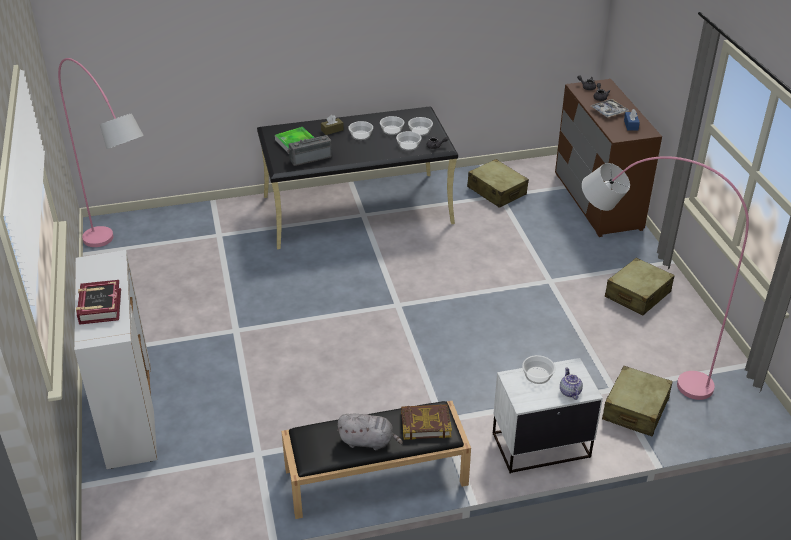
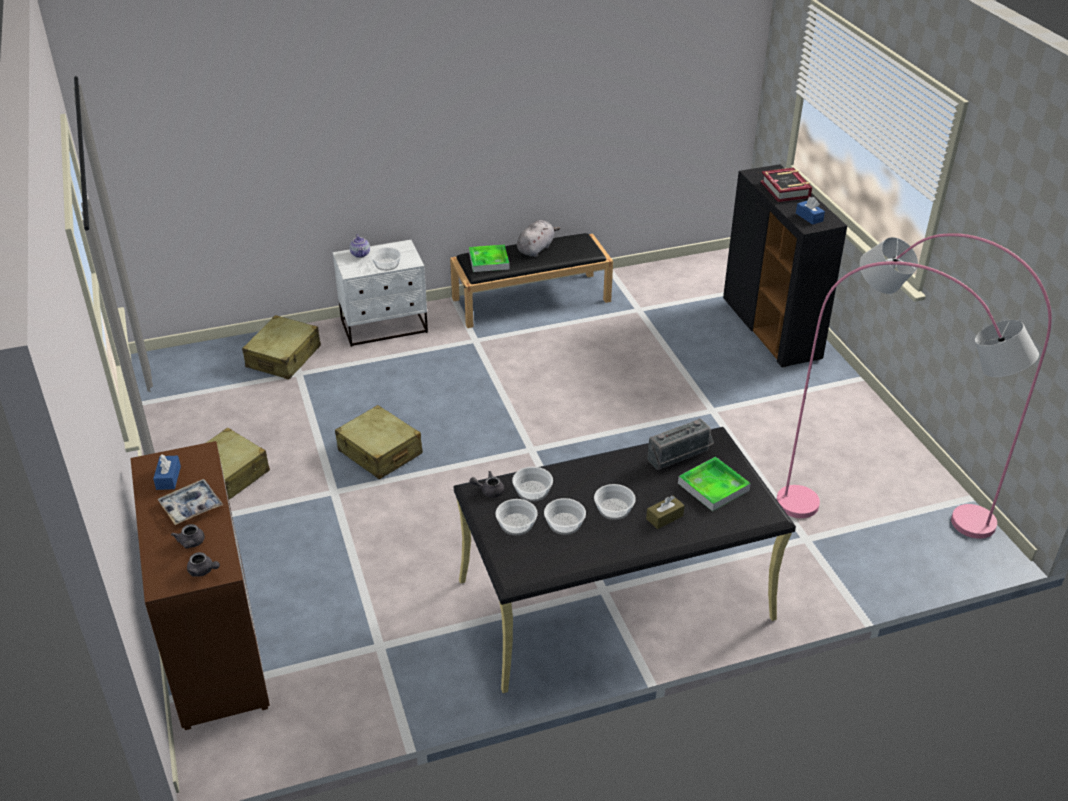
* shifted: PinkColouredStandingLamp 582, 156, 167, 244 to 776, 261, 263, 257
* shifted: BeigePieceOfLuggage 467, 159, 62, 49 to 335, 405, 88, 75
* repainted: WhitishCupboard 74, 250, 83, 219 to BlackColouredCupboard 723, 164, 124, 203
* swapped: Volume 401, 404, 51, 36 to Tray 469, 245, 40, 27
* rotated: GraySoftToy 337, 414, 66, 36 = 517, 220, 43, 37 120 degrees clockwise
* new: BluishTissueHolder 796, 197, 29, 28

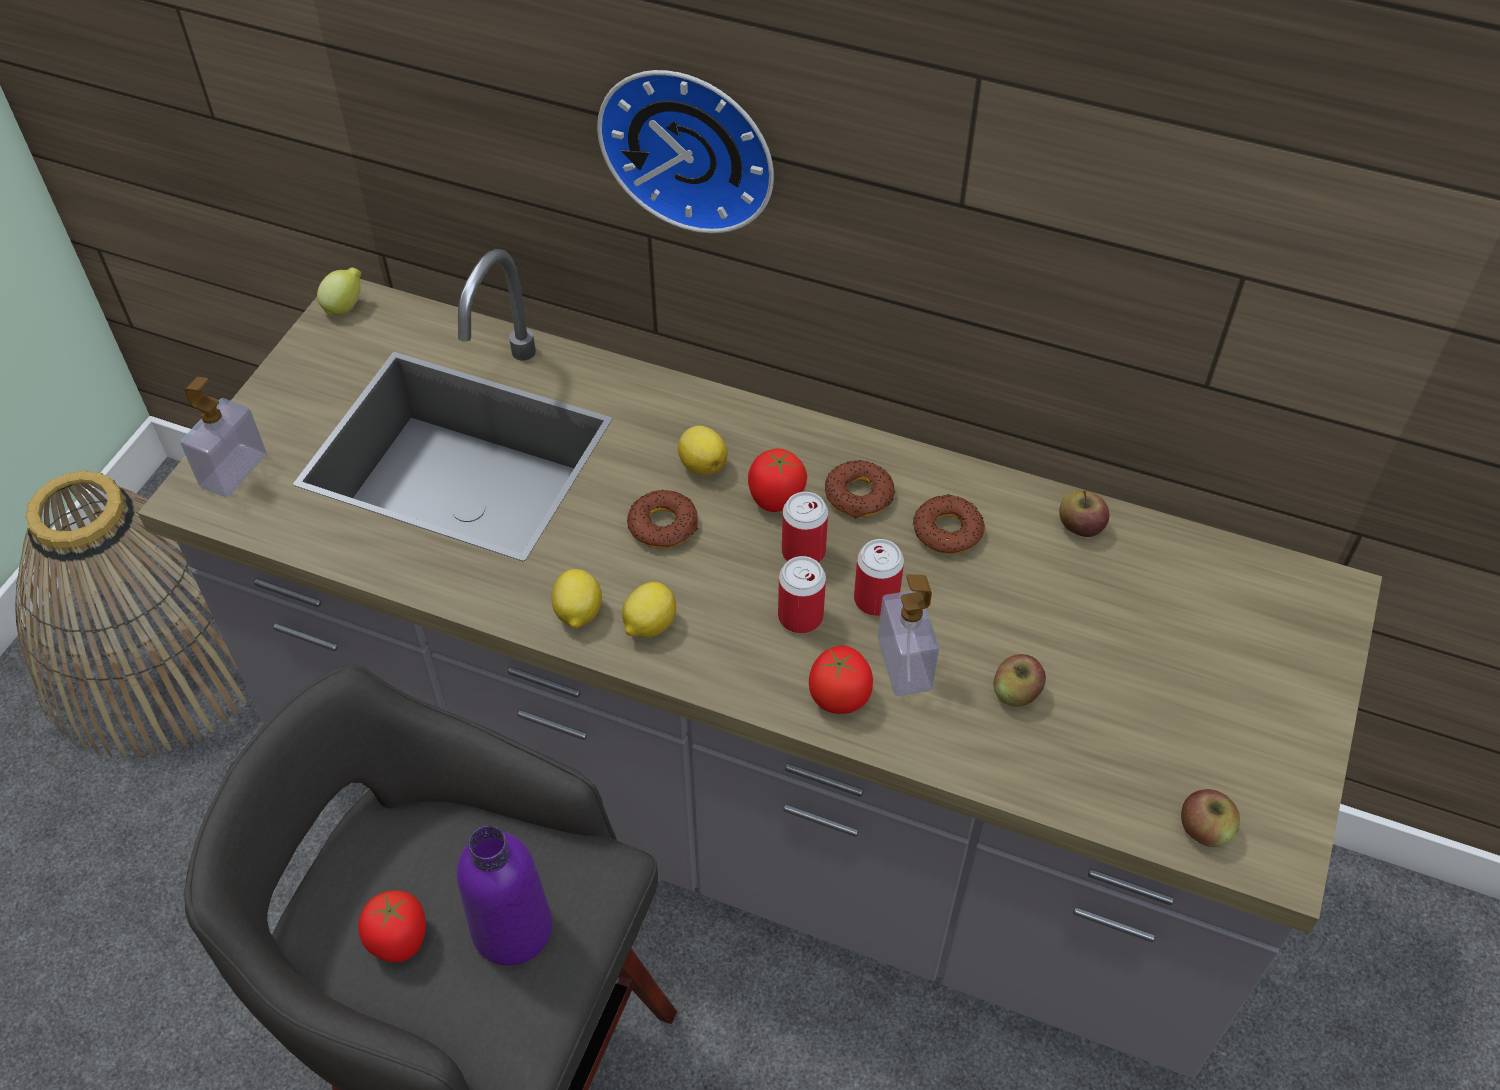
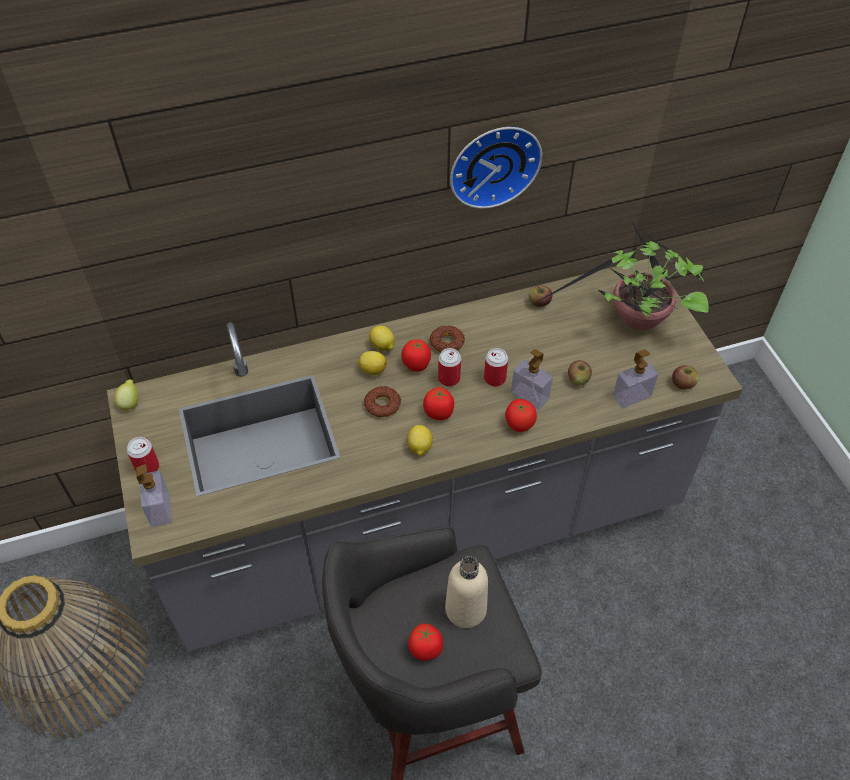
* shifted: WallClock 597, 70, 177, 163 to 450, 127, 92, 82
* gone: Doughnut 913, 494, 72, 60
* shifted: MetalCan 778, 556, 48, 77 to 127, 437, 32, 36
* shifted: Lemon 552, 569, 50, 60 to 369, 325, 26, 26
* repainted: PurpleColouredBottle 456, 826, 97, 140 to BeigeBottle 445, 556, 43, 72
* new: PlantInAPot 533, 221, 176, 109
* new: LiquidSoapBottle 613, 349, 45, 59
* new: FreshTomato 423, 387, 31, 33

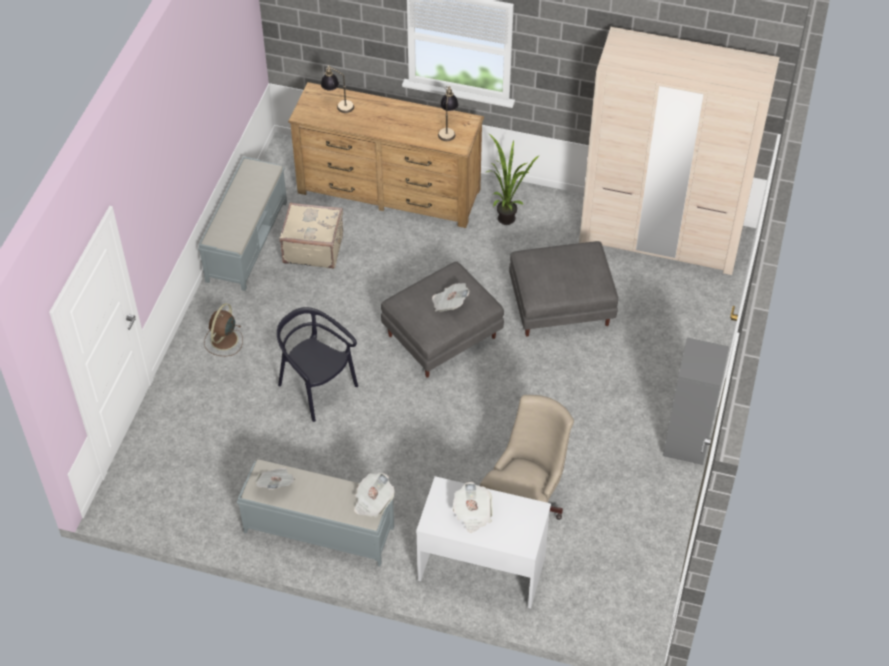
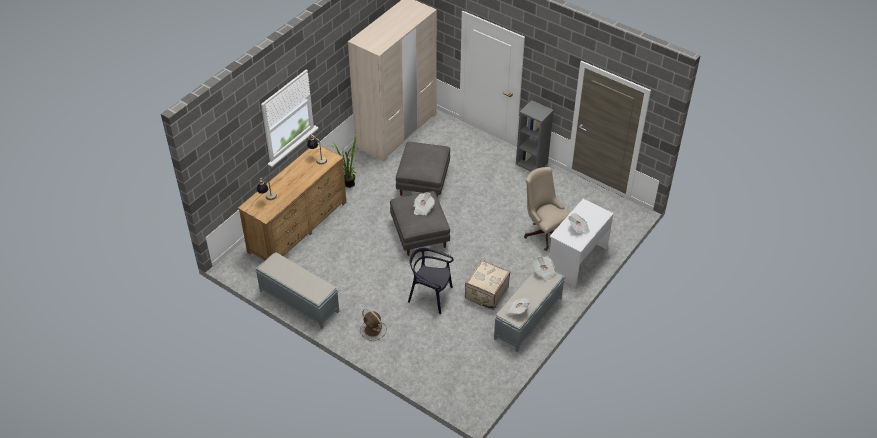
* shifted: BeigePieceOfLuggage 279, 202, 64, 67 to 465, 260, 45, 50
* rotated: BlackColouredUprightChair 277, 307, 81, 115 = 408, 248, 46, 66 45 degrees clockwise

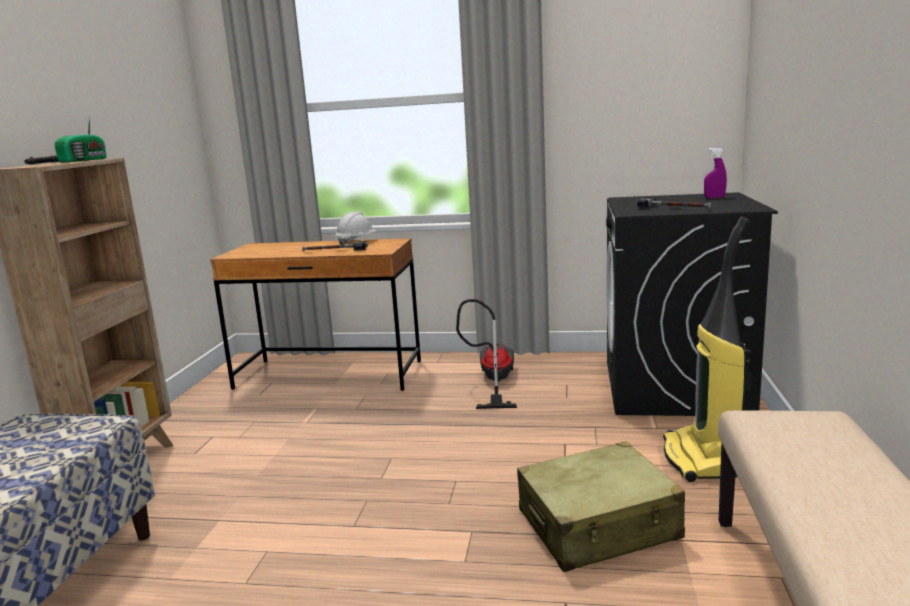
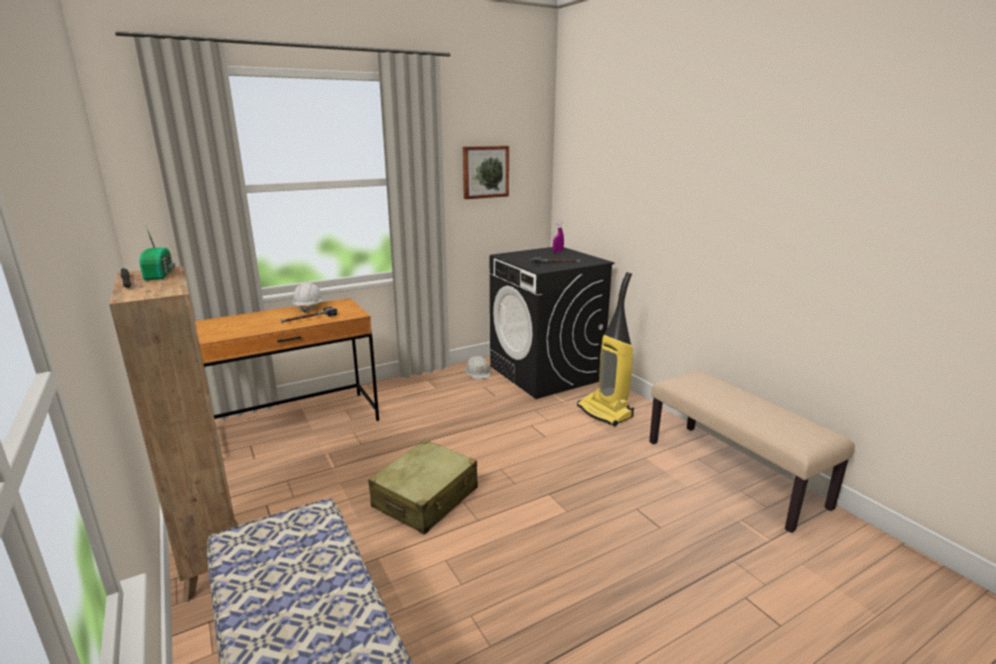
* gone: VacuumCleaner 456, 299, 61, 110
* shifted: BeigePieceOfLuggage 517, 441, 168, 131 to 368, 439, 110, 96
* new: WallPicture 463, 146, 46, 53
* new: WhitishHardHat 465, 356, 25, 23

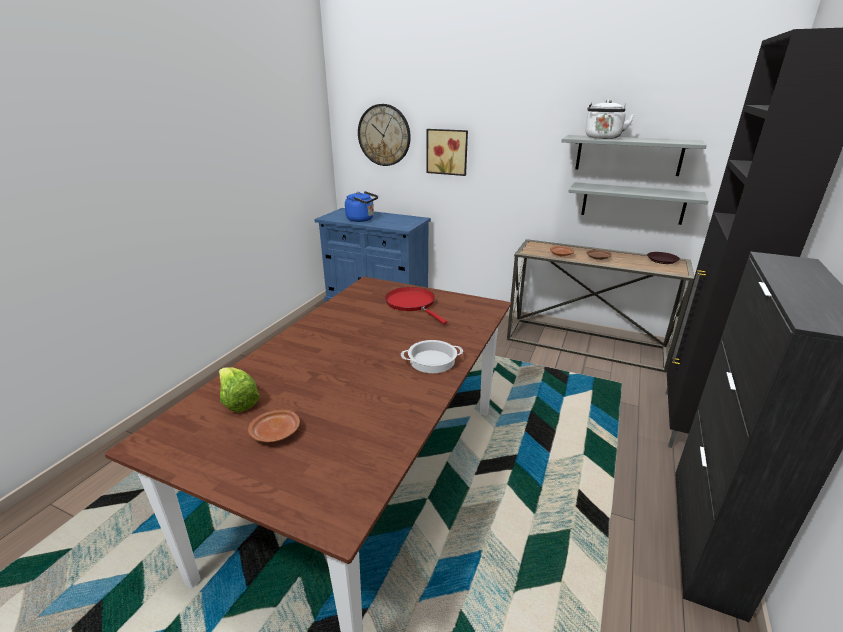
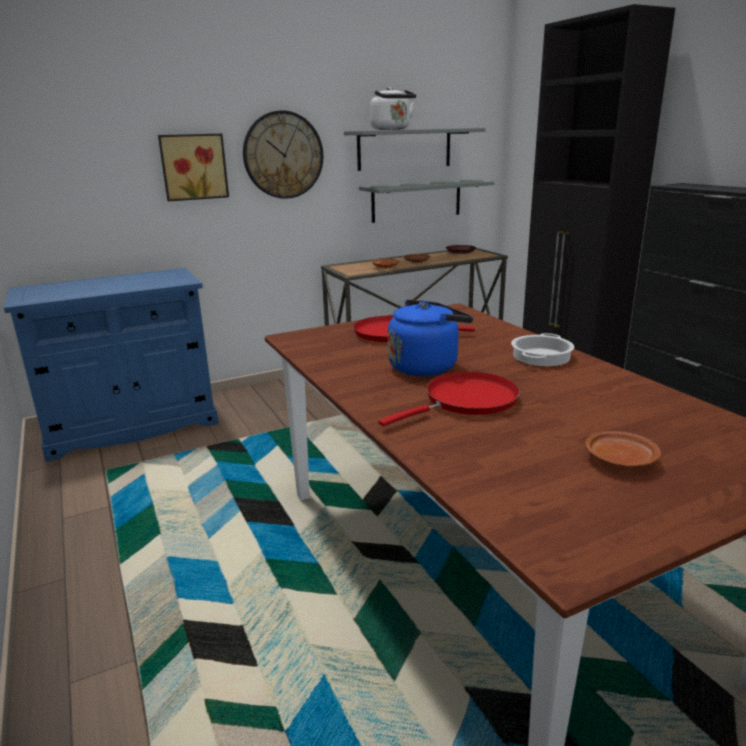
* shifted: WallClock 358, 104, 53, 62 to 243, 110, 80, 89
* shifted: BluishKettle 345, 191, 33, 31 to 388, 299, 85, 77
* gone: HeadOfLettuce 219, 367, 41, 45
* new: RedPan 378, 371, 142, 55

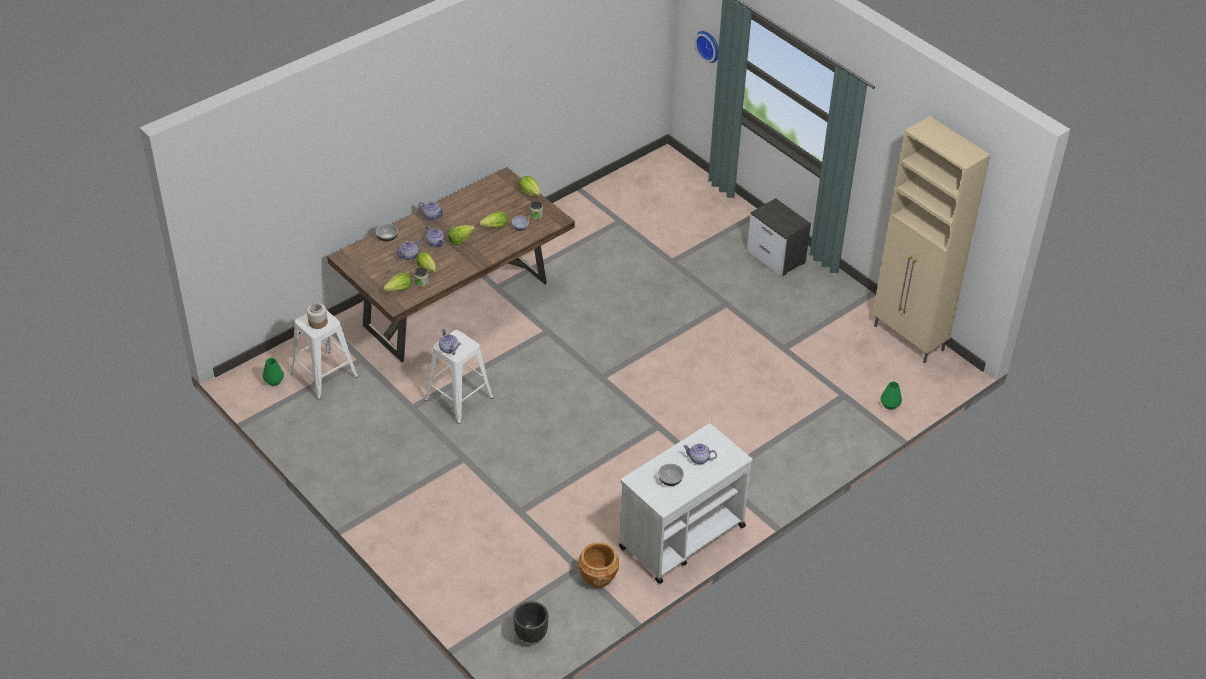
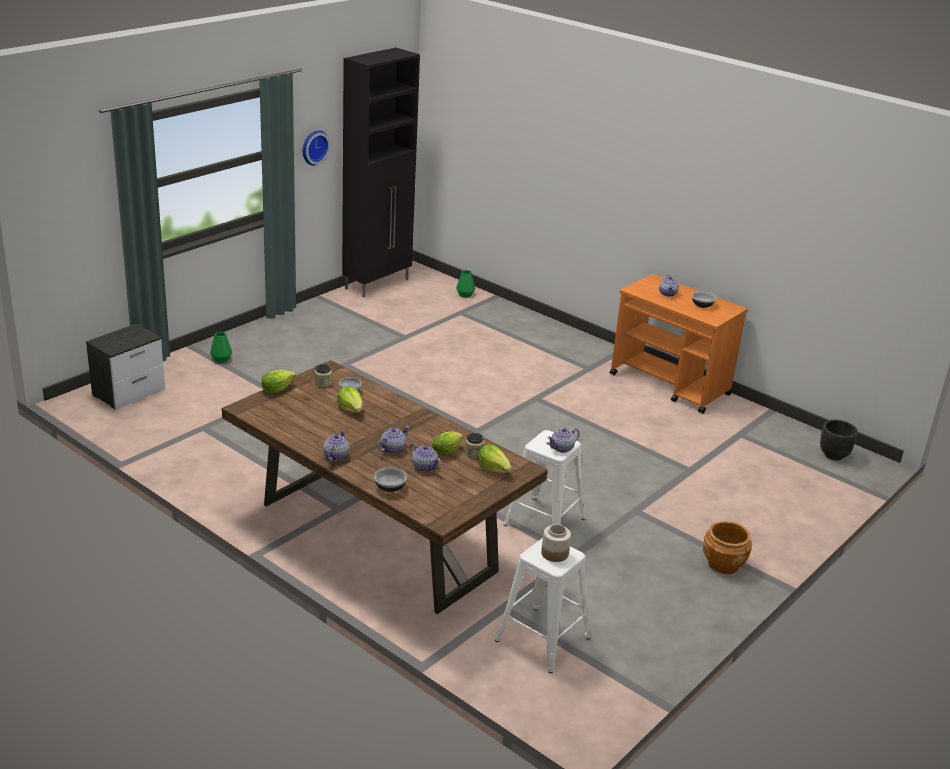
* shifted: WallClock 694, 31, 25, 32 to 303, 130, 27, 36
* repainted: BeigeCupboard 873, 116, 118, 247 to BlackColouredCupboard 342, 48, 78, 249
* shifted: Nightstand 747, 198, 64, 78 to 86, 323, 79, 87
* gone: HeadOfLettuce 448, 225, 27, 20
* shifted: GreenishVase 263, 358, 21, 28 to 210, 332, 22, 31
* repainted: WhitishTrolley 619, 423, 133, 161 to OrangeyTrolley 610, 274, 138, 140
* shifted: BrownPlantPot 578, 542, 41, 46 to 703, 521, 49, 53

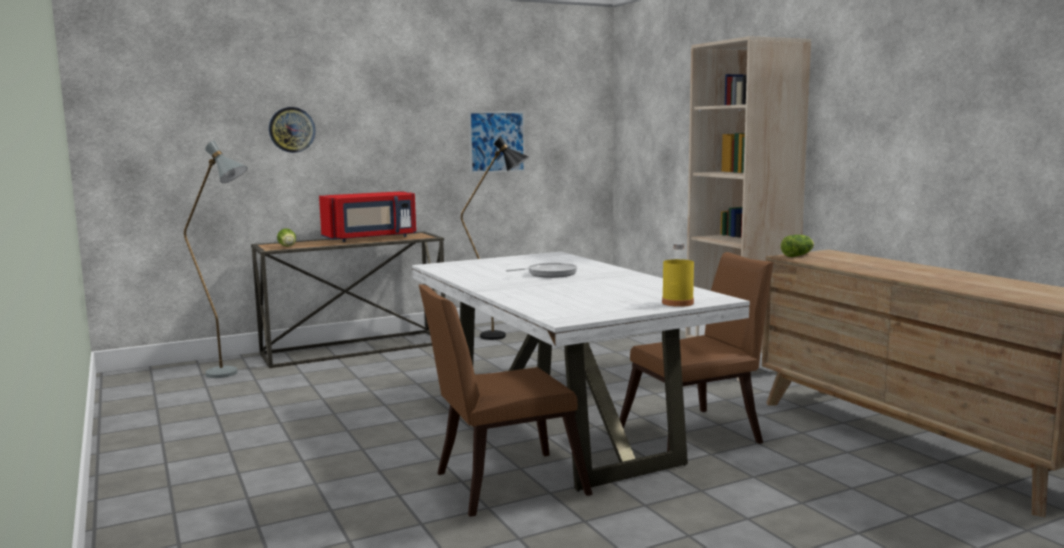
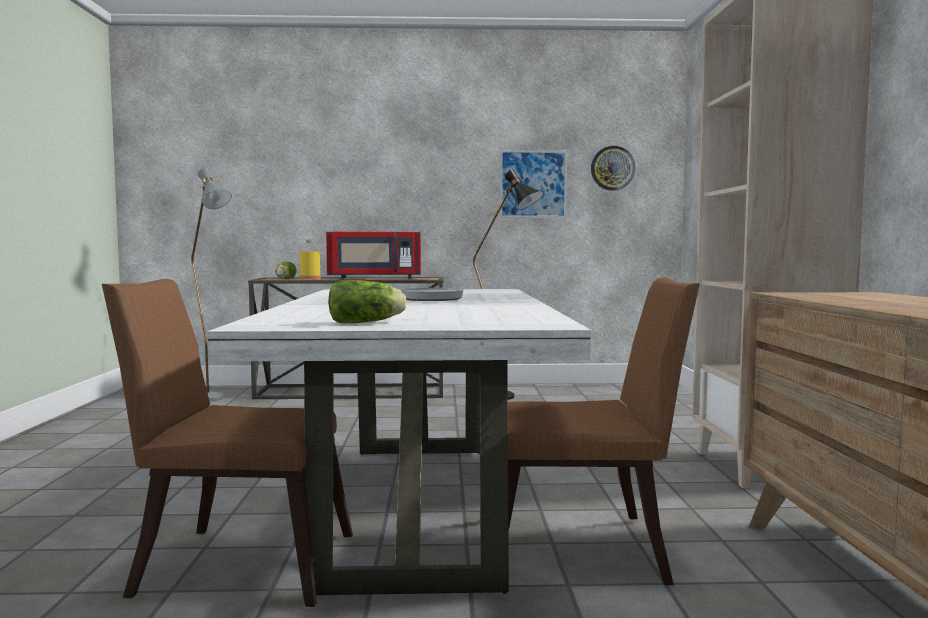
* shifted: WallClock 269, 107, 46, 46 to 591, 146, 44, 45
* shifted: HeadOfLettuce 781, 235, 33, 22 to 328, 280, 79, 43
* shifted: YellowColouredBottle 662, 243, 32, 64 to 300, 240, 21, 40

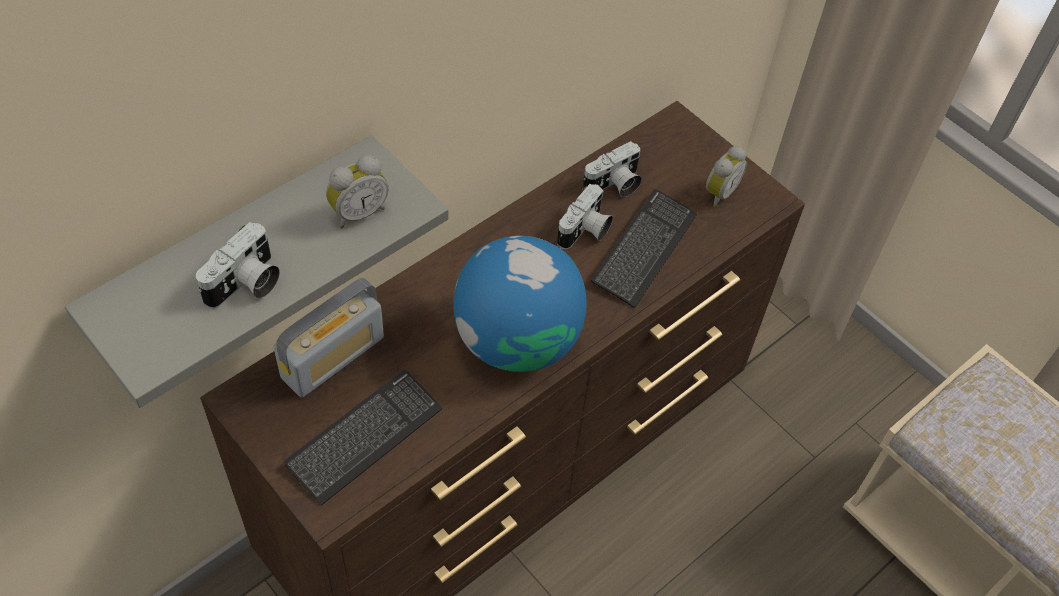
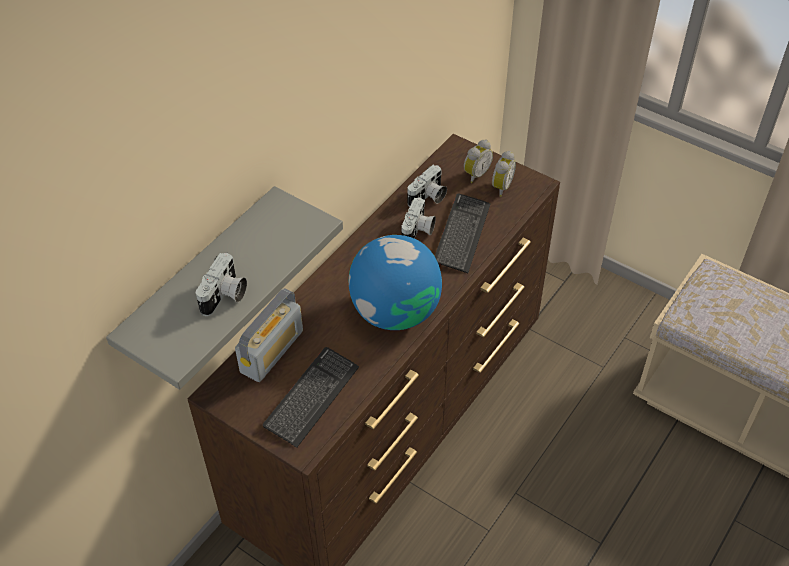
* shifted: TableClock 326, 155, 63, 74 to 464, 140, 29, 43

